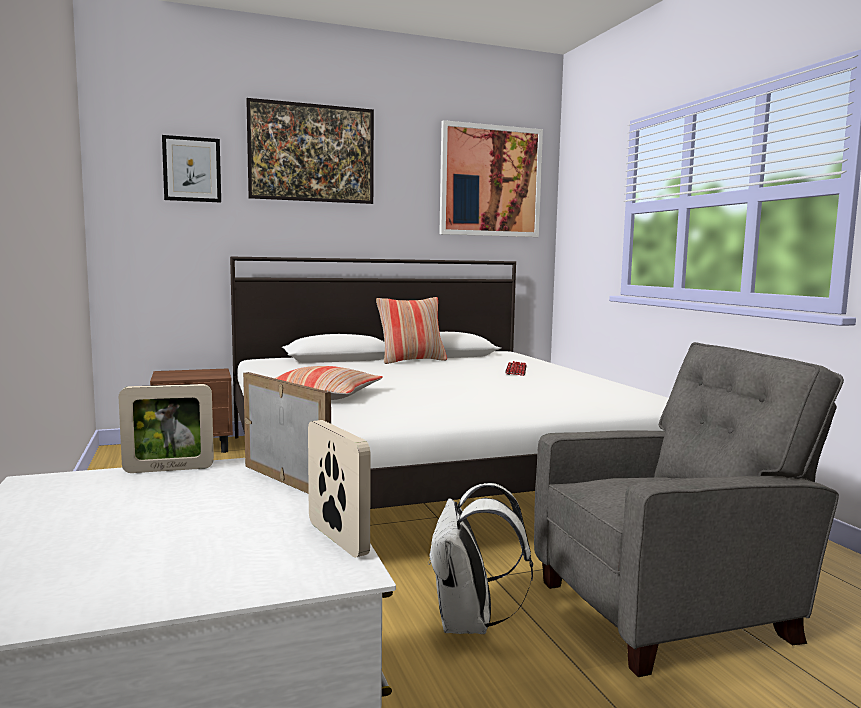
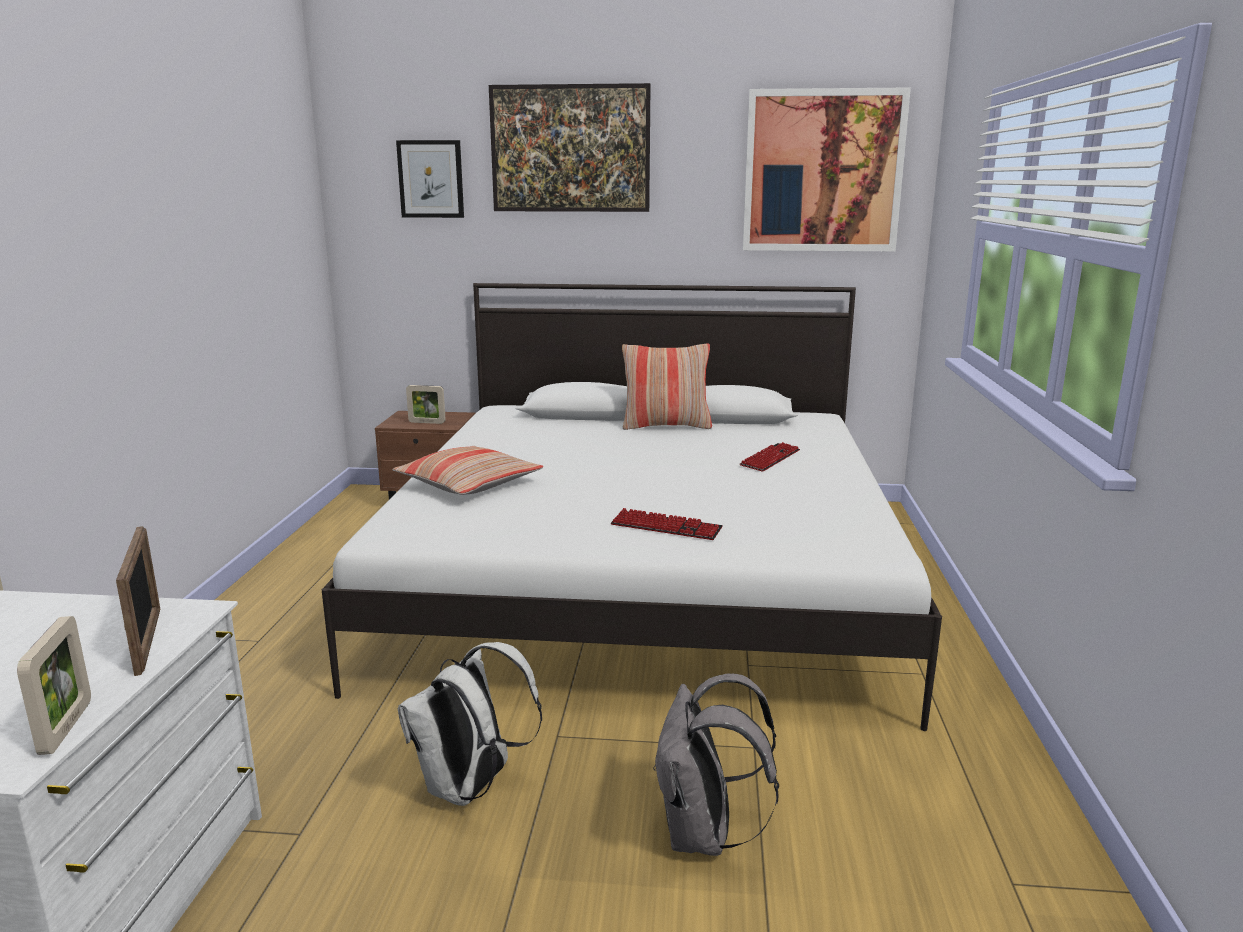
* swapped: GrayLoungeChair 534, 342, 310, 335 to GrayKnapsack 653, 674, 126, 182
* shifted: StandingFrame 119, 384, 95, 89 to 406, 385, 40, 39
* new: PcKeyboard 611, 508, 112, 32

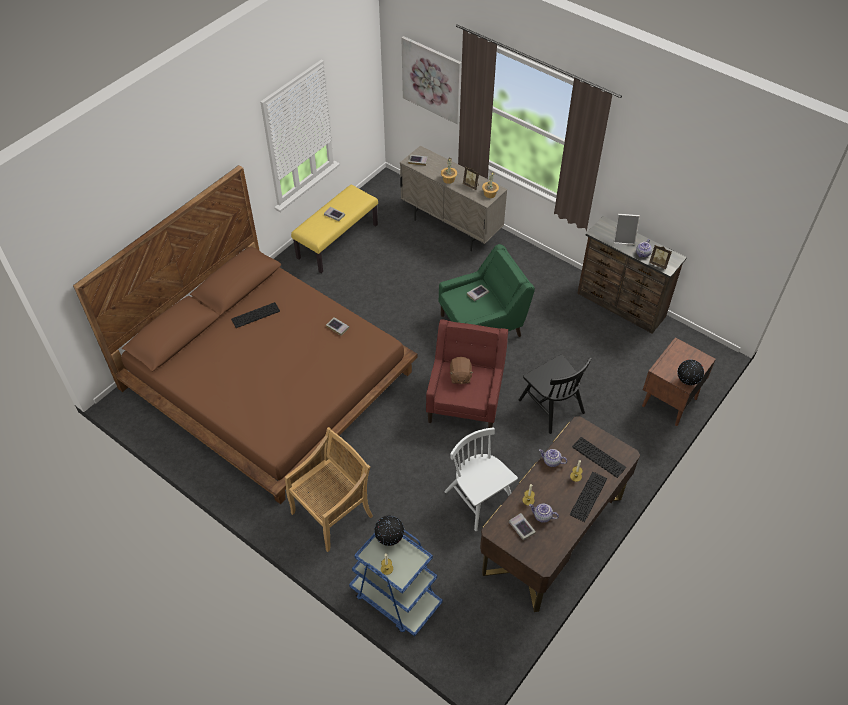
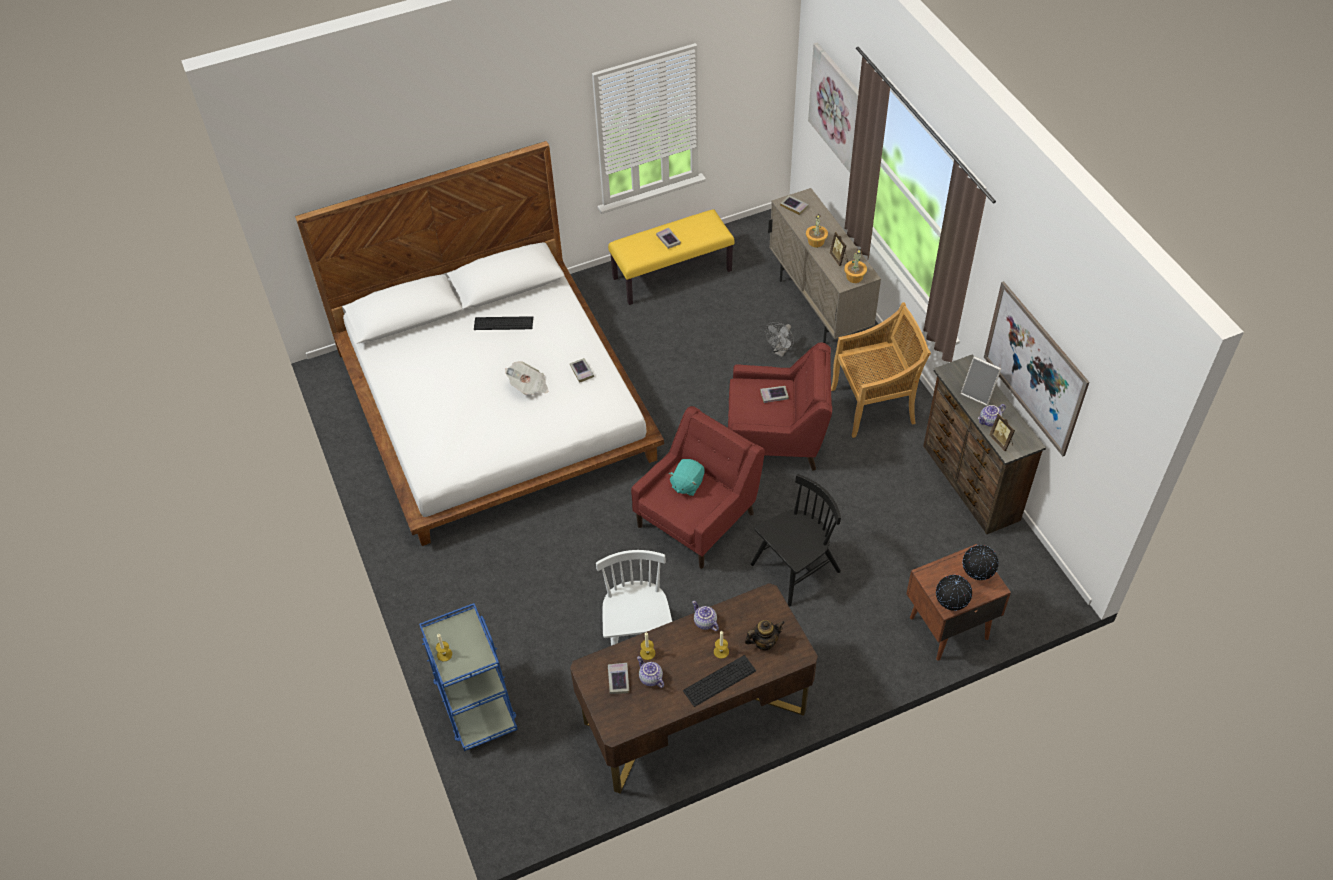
* repainted: BrownSleepingBed 73, 165, 345, 339 to WhitishSleepingBed 295, 141, 369, 405
* repainted: GreenishLoungeChair 439, 244, 96, 93 to RedLoungeChair 728, 342, 104, 129
* rotated: BlackColouredUprightChair 519, 354, 73, 80 = 751, 474, 90, 133 120 degrees counterclockwise
* repainted: BrownSoftToy 450, 357, 24, 27 to TurquoiseSoftToy 669, 459, 36, 37
* shifted: BeigeUprightChair 285, 427, 88, 125 to 831, 302, 100, 136
* swapped: PcKeyboard 572, 437, 54, 41 to PotForTea 745, 620, 40, 30
* shifted: Globe 374, 516, 30, 30 to 963, 545, 36, 35
* new: WallPicture 984, 281, 105, 175
* new: GrayCoolingFan 765, 322, 29, 35
* new: DailyPaper 505, 361, 44, 34

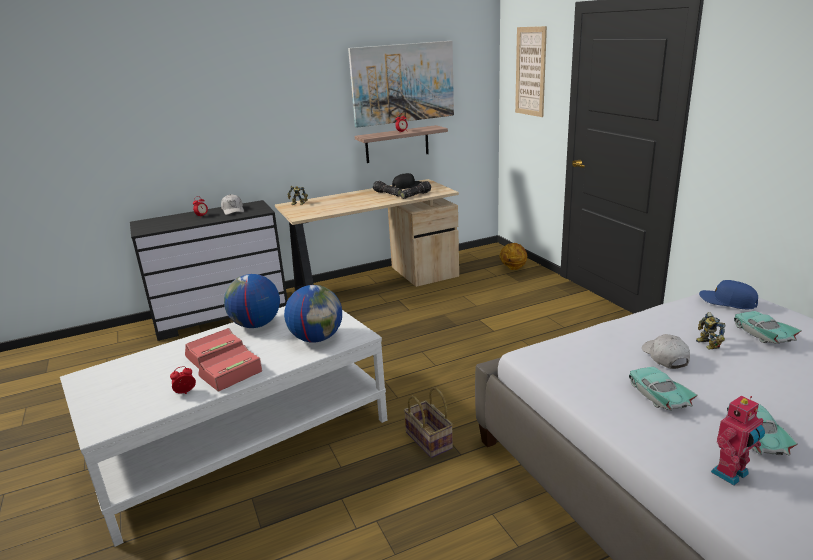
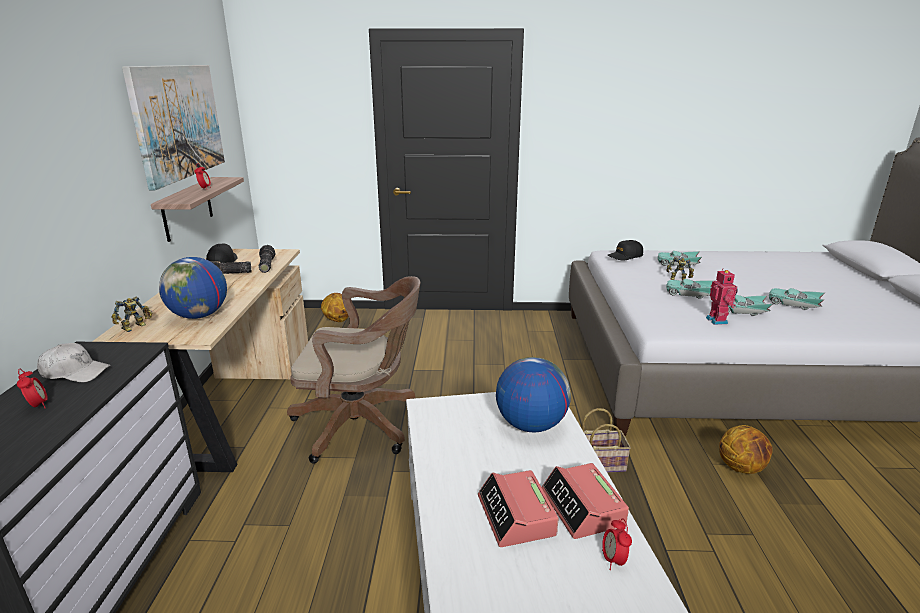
* gone: WallPicture 515, 26, 32, 91
* shifted: Globe 224, 274, 56, 54 to 159, 257, 68, 62
* repainted: BluishBaseballCap 699, 280, 59, 29 to BlackColouredBaseballCap 608, 240, 35, 20
* swapped: WhitishBaseballCap 642, 334, 48, 35 to TurquoiseMiniatureCar 666, 279, 46, 20
* shifted: RobotFigure 711, 396, 54, 89 to 706, 269, 32, 56
* new: BrownDeskChair 287, 276, 133, 188
* new: BasketballBall 719, 425, 54, 49

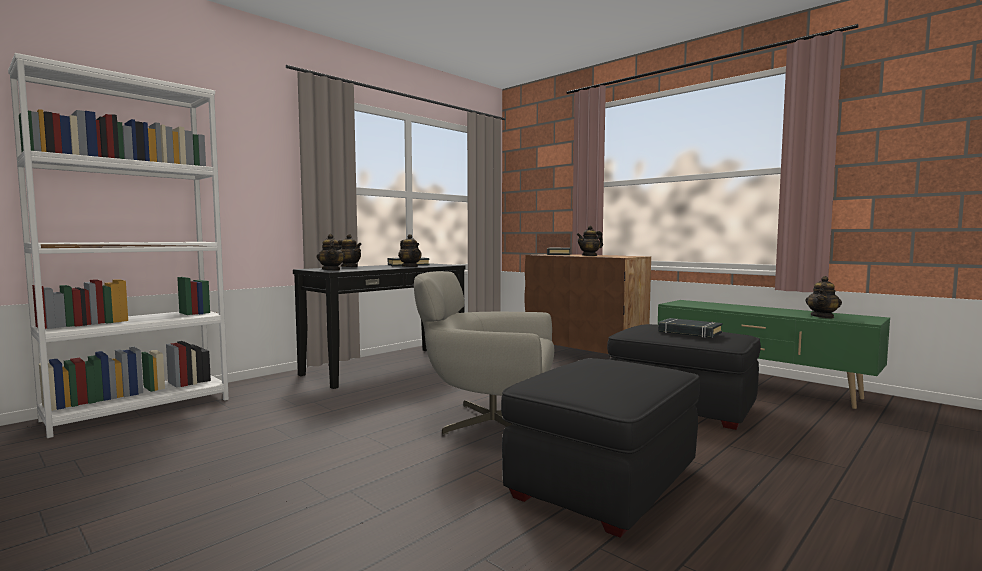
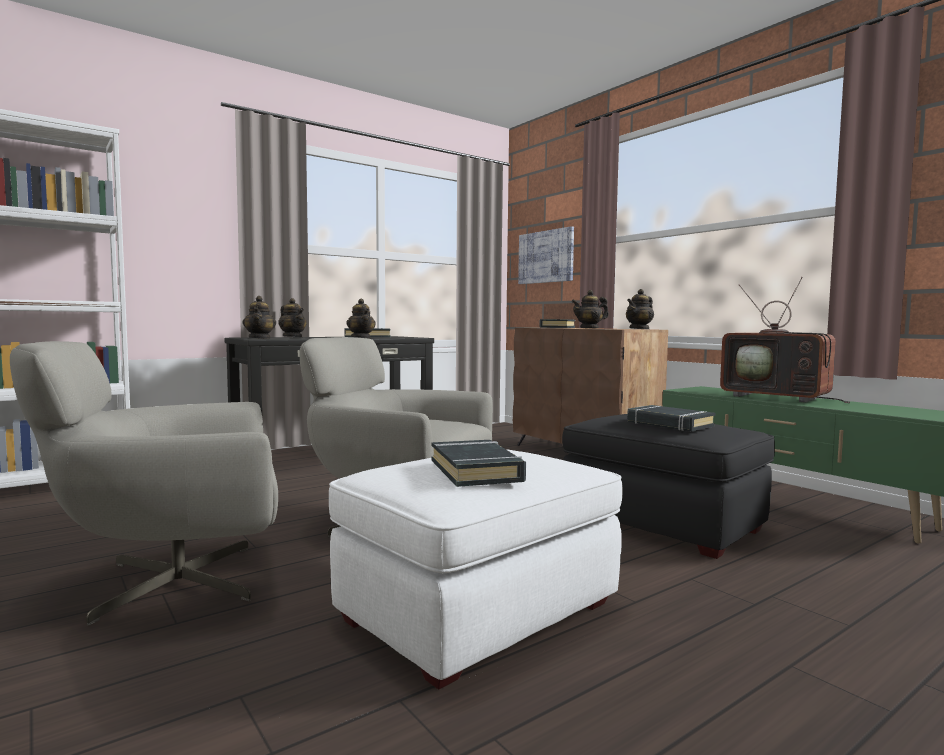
* shifted: PotForTea 805, 276, 37, 42 to 626, 289, 28, 40
* repainted: BlackColouredFootrest 501, 358, 199, 180 to WhitishFootrest 329, 449, 294, 241
* new: WallPicture 518, 226, 56, 58
* new: Tv 720, 277, 130, 126
* new: GrayLoungeChair 10, 341, 268, 285
* new: BlackColouredVolume 432, 440, 94, 47

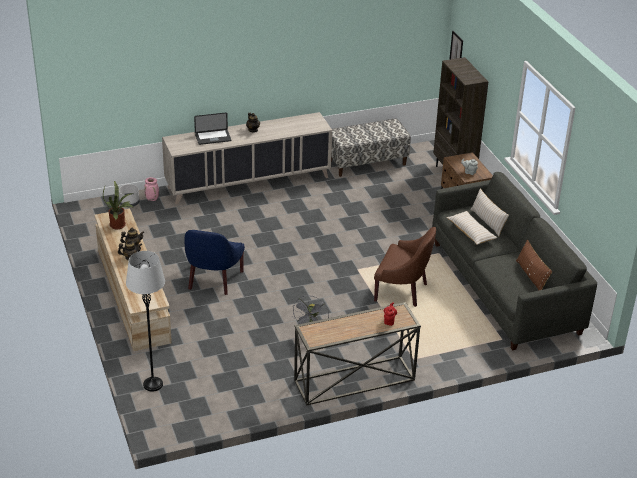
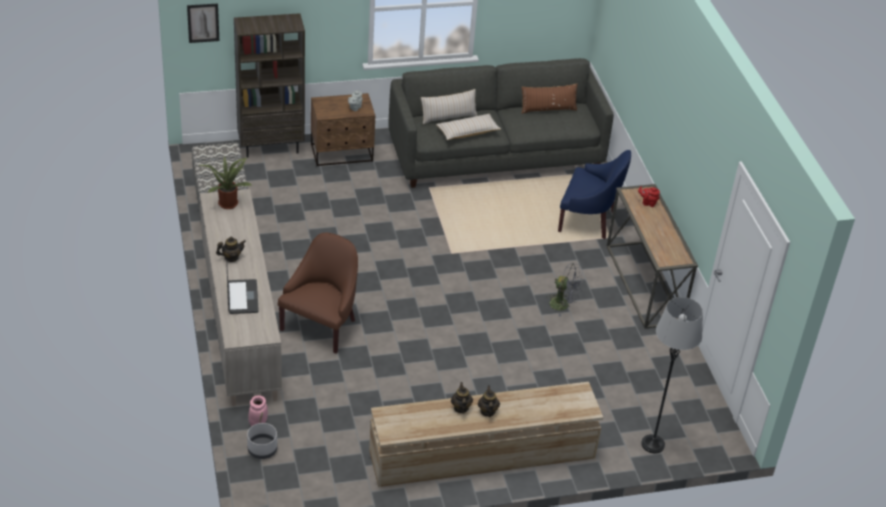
* shifted: PlantInAPot 103, 181, 30, 48 to 199, 156, 54, 53
* shifted: BrownLoungeChair 374, 227, 62, 80 to 278, 233, 80, 121
* shifted: BluishLoungeChair 184, 230, 61, 65 to 558, 150, 73, 89

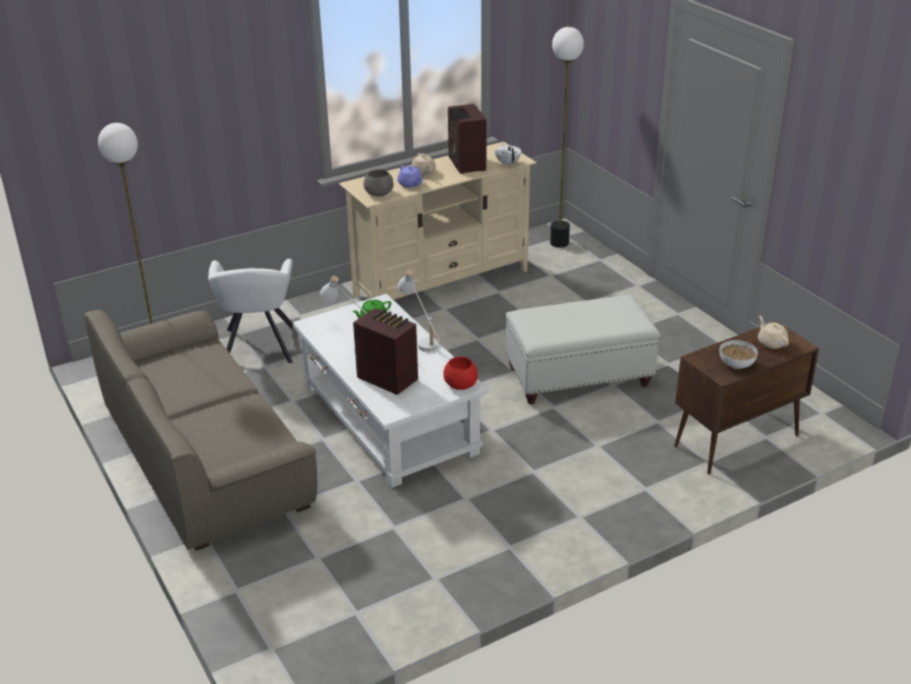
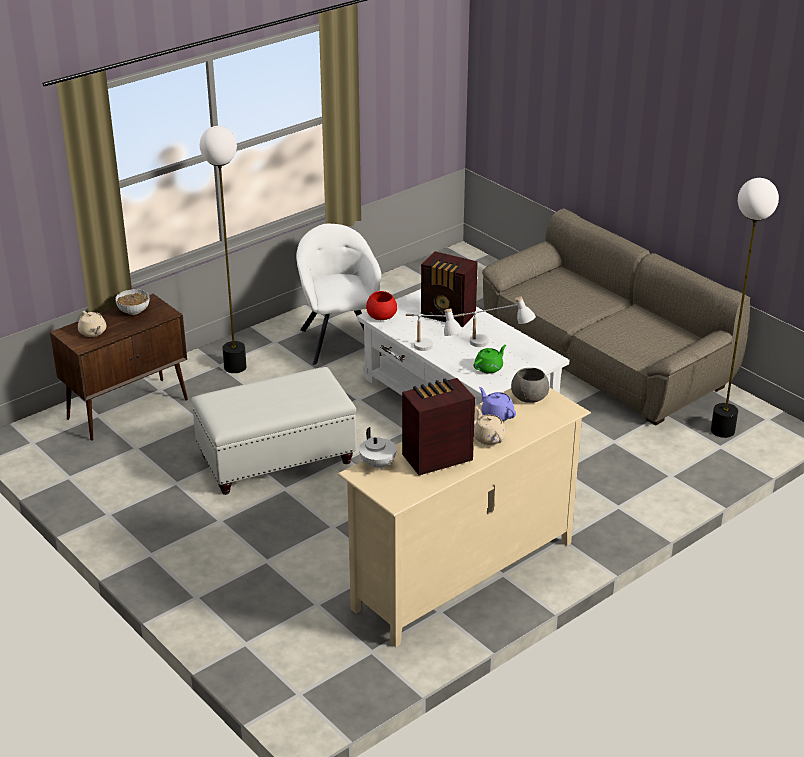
* shifted: StandingLamp 550, 27, 34, 221 to 200, 126, 47, 247
* rotated: RadioReceiver 448, 104, 39, 70 = 402, 378, 73, 97 90 degrees counterclockwise
* shifted: WhitishLoungeChair 208, 259, 86, 104 to 296, 224, 85, 141

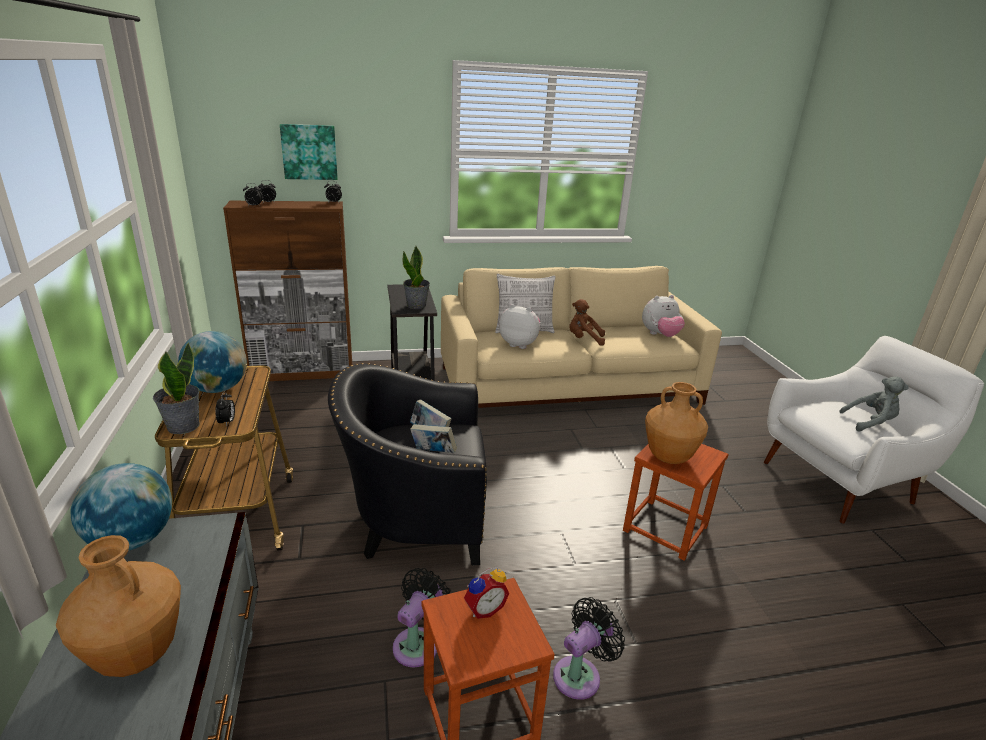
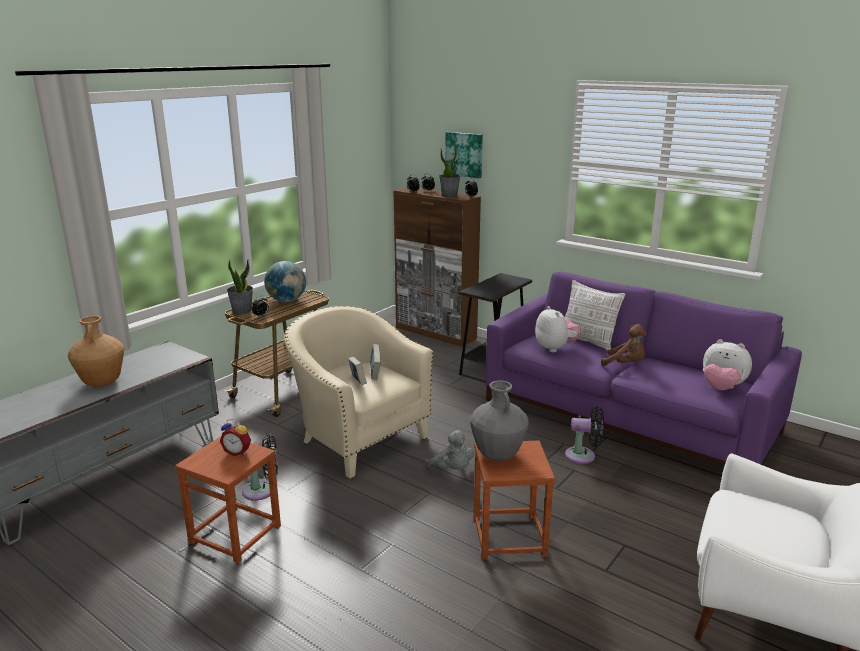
* shifted: PlantInAPot 403, 246, 27, 63 to 439, 147, 22, 50
* repainted: BeigeCouch 441, 266, 281, 142 to PurpleColouredCouch 485, 272, 317, 194
* rotated: BrownSoftToy 570, 299, 35, 47 = 601, 324, 46, 42 150 degrees clockwise
* repainted: BlackColouredLoungeChair 328, 363, 159, 202 to BeigeLoungeChair 284, 306, 149, 172
* shifted: GraySoftToy 839, 377, 70, 55 to 425, 430, 49, 40
* repainted: BrownVase 645, 382, 63, 82 to GrayVase 470, 380, 59, 81
* gone: Globe 70, 463, 102, 88
* shifted: BlackColouredCoolingFan 553, 597, 72, 103 to 565, 406, 39, 58

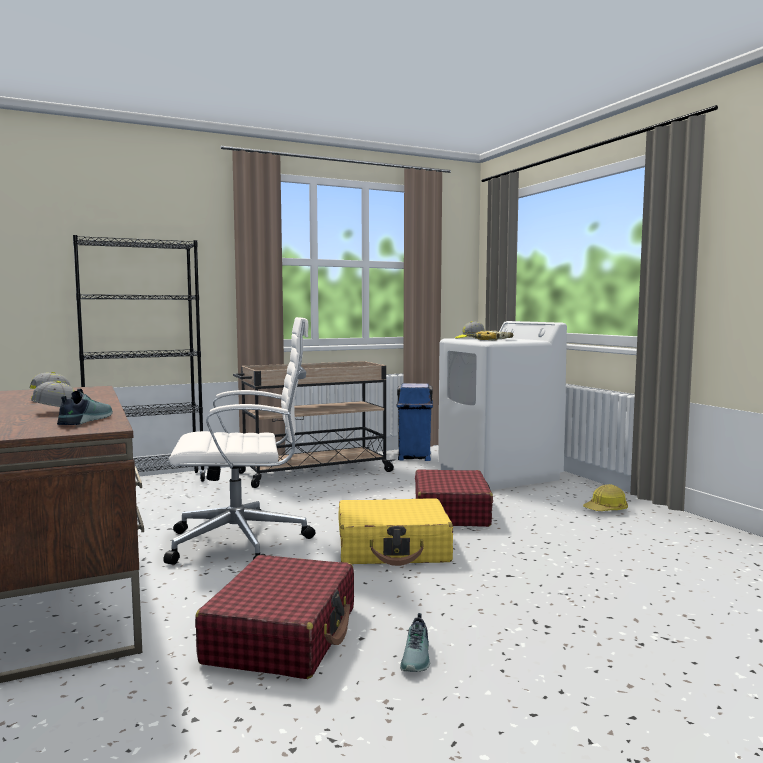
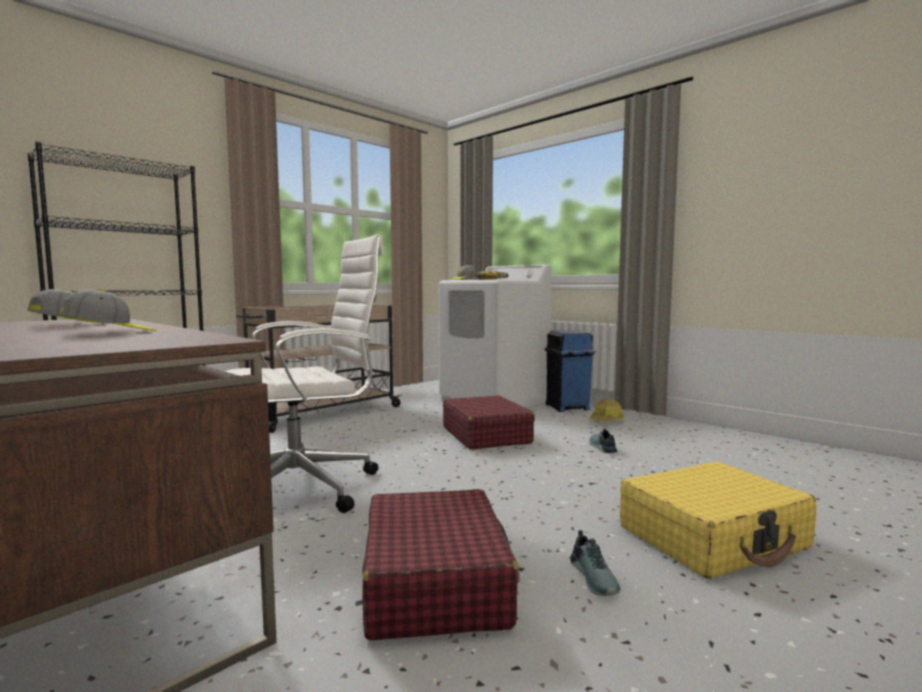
* shifted: BluishWasteBin 397, 383, 36, 78 to 545, 330, 50, 82
* shifted: Shoe 57, 389, 56, 36 to 589, 429, 28, 24
* shifted: YellowColouredPieceOfLuggage 338, 498, 115, 68 to 620, 462, 197, 117

